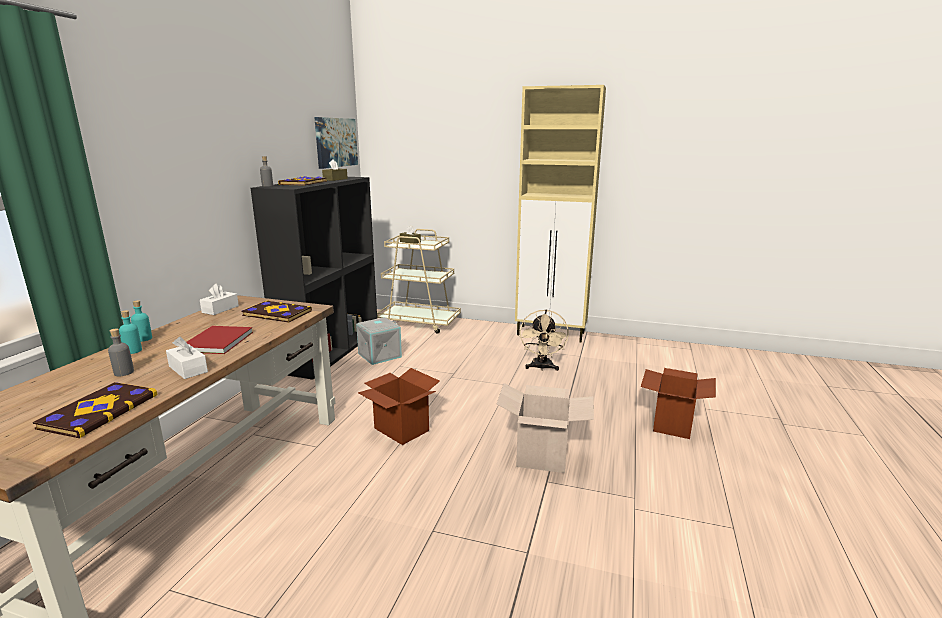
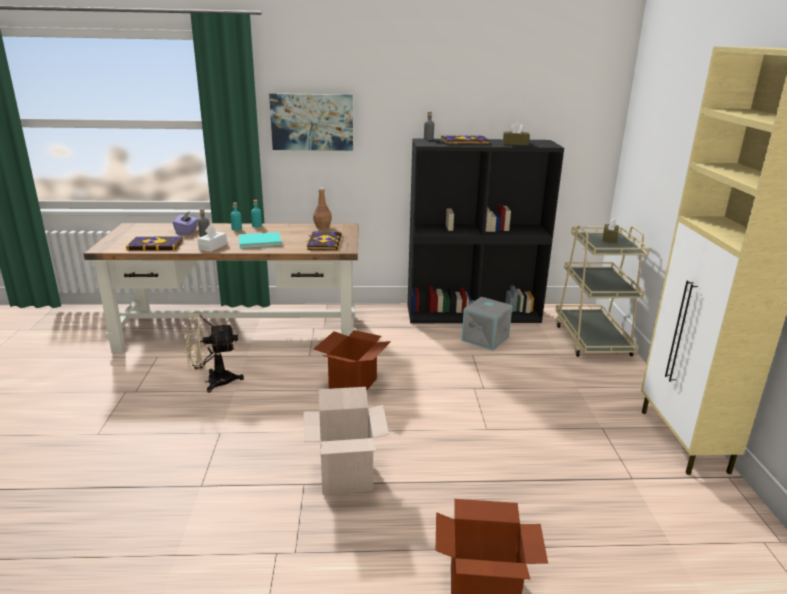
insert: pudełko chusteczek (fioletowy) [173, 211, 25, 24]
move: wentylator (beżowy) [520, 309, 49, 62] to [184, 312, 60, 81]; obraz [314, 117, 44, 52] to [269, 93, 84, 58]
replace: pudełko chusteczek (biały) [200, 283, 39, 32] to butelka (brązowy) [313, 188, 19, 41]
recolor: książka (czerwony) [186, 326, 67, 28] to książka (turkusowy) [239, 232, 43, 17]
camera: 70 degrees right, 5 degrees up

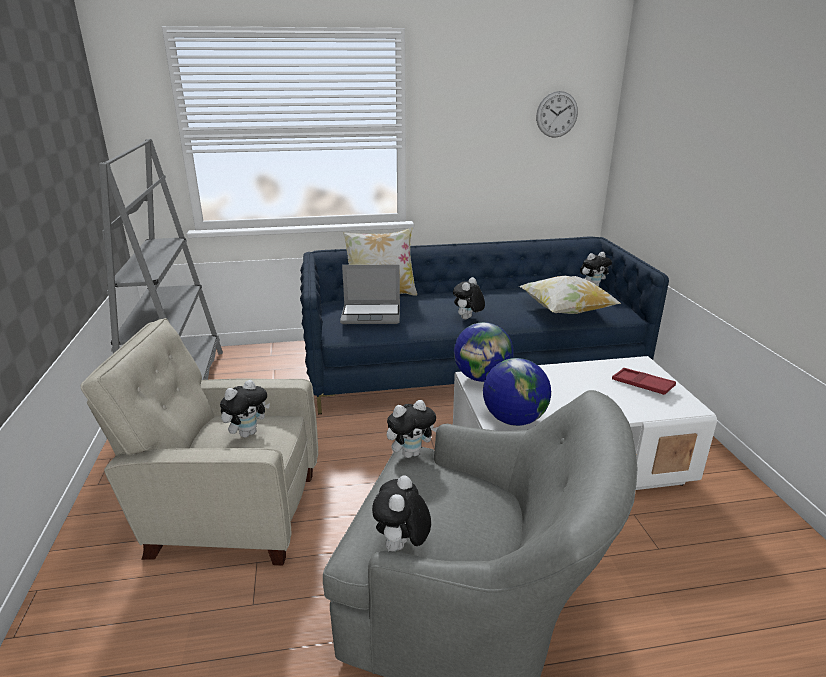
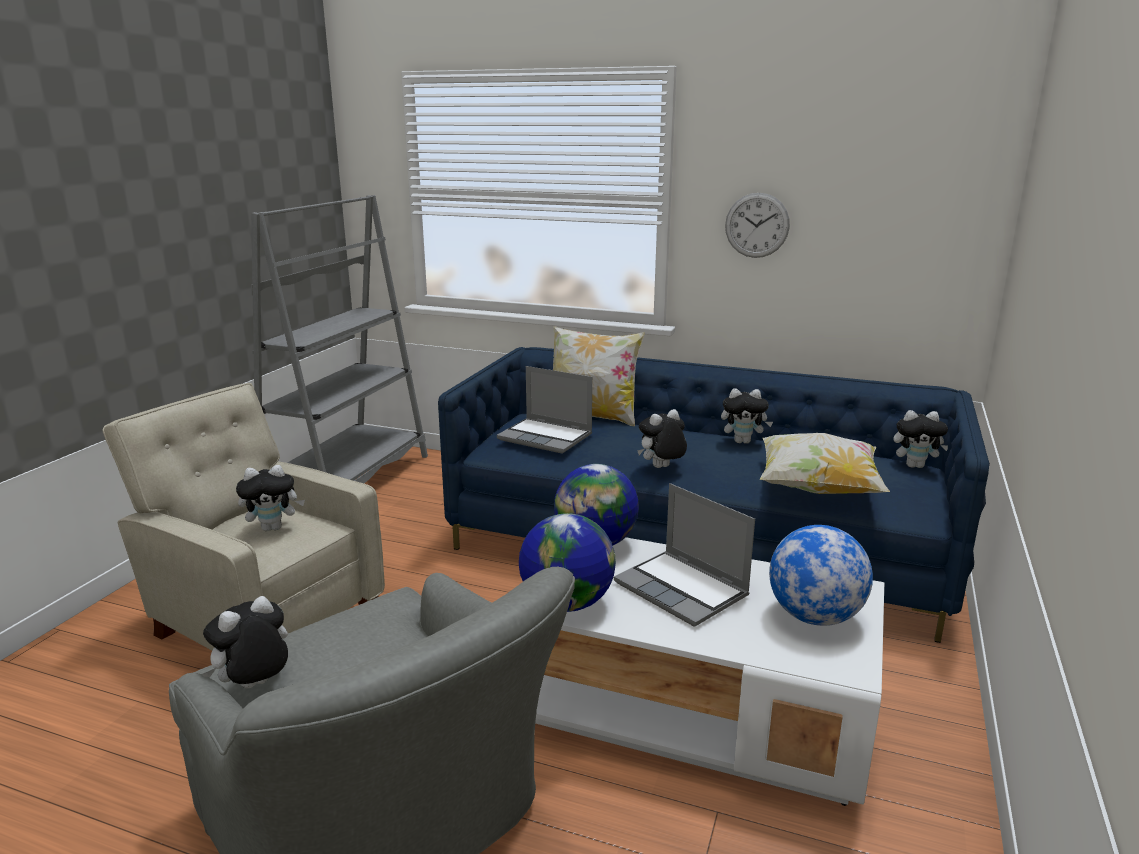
insert: laptop [614, 483, 141, 144]
move: pluszak [387, 400, 51, 58] to [721, 388, 52, 56]; zegar ścienny [536, 91, 42, 47] to [725, 193, 65, 65]
replace: taca (czerwony) [612, 368, 64, 27] to globus [769, 525, 104, 101]
camera: 30 degrees right, 5 degrees down

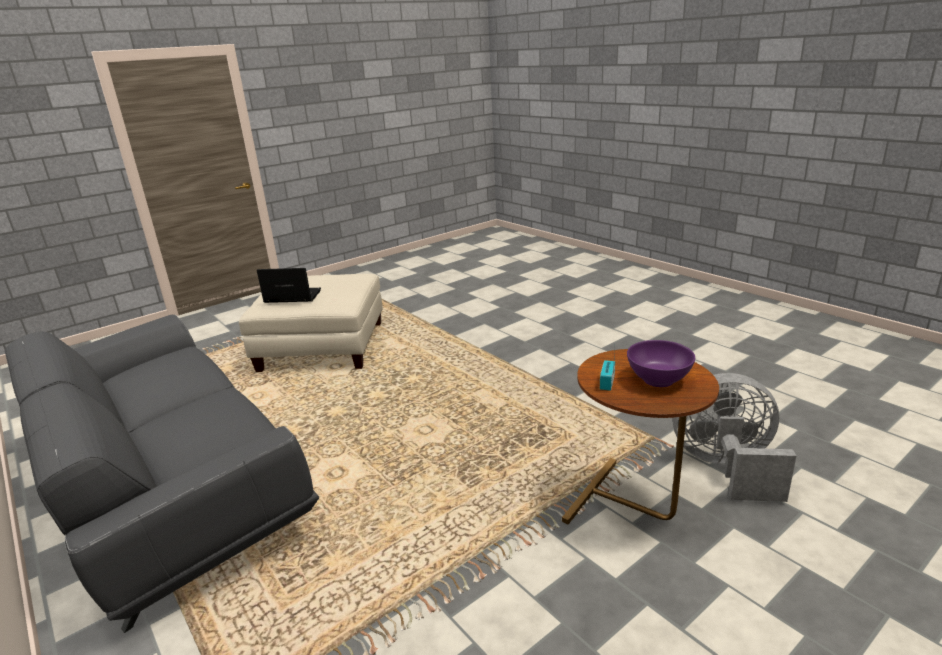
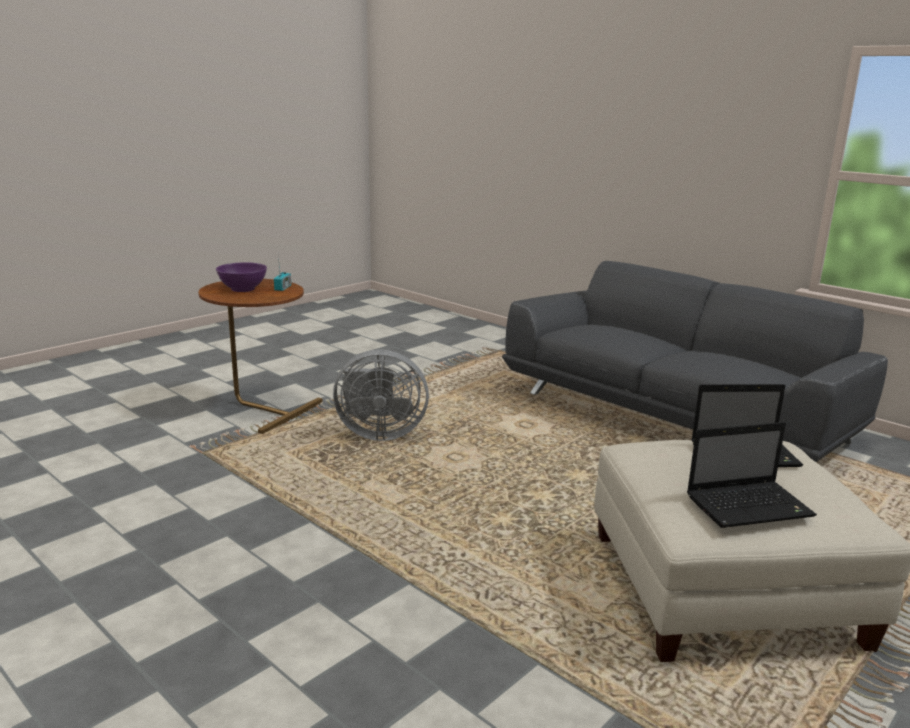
insert: laptop [687, 422, 130, 106]
move: wentylator (szary) [673, 373, 123, 129] to [333, 349, 96, 92]
camera: 170 degrees right, 5 degrees down

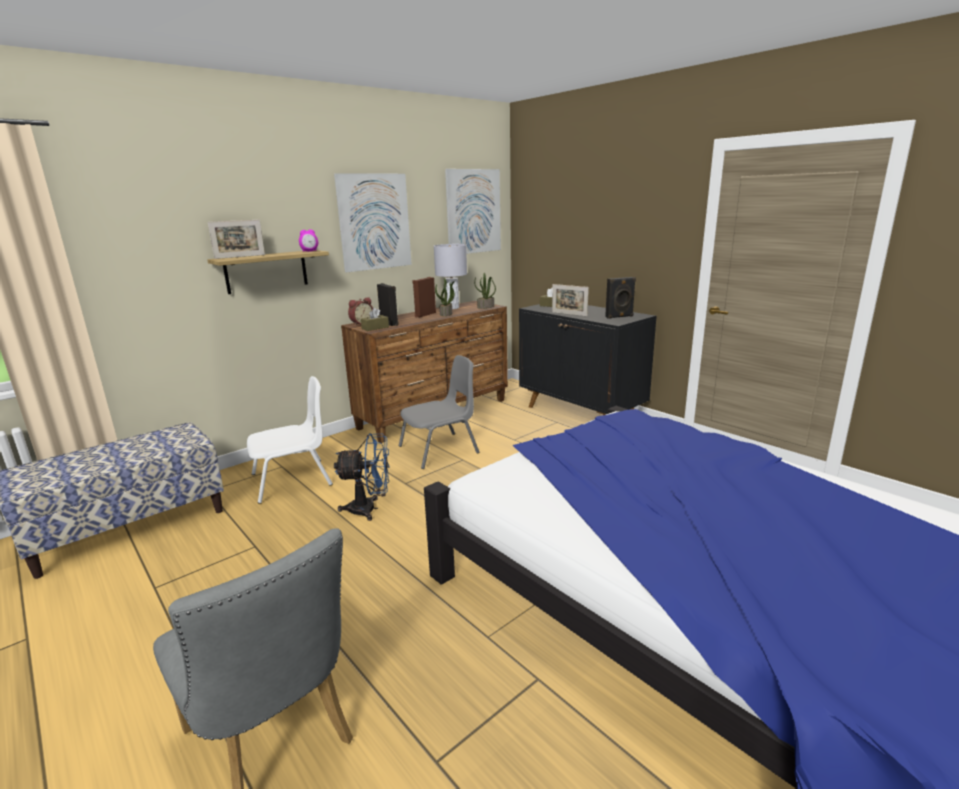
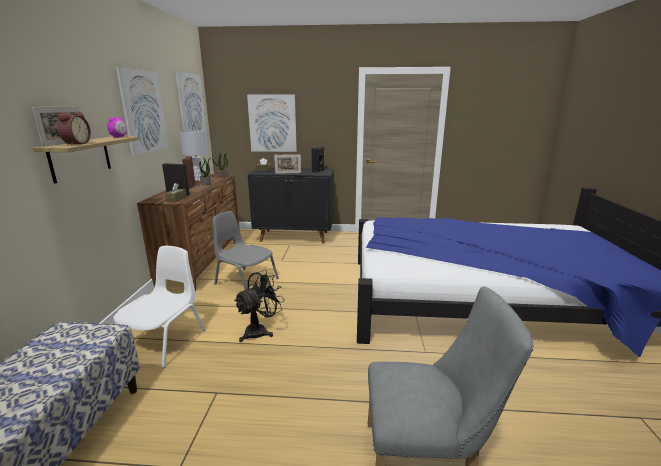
insert: obraz [247, 95, 50, 57]
move: budzik [348, 297, 25, 29] to [57, 112, 34, 33]
recolor: wentylator (niebieski) [334, 433, 56, 88] to wentylator (czarny) [234, 270, 51, 72]
rotate: krzesło (szary) [399, 355, 80, 114] = [212, 211, 67, 79] 75 degrees counterclockwise
camera: 45 degrees left, 0 degrees up

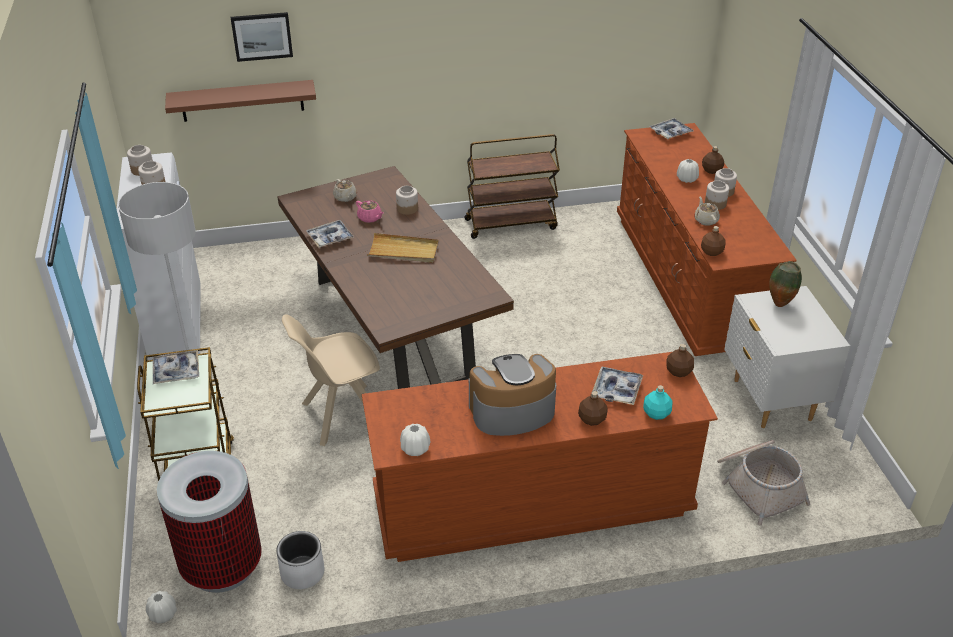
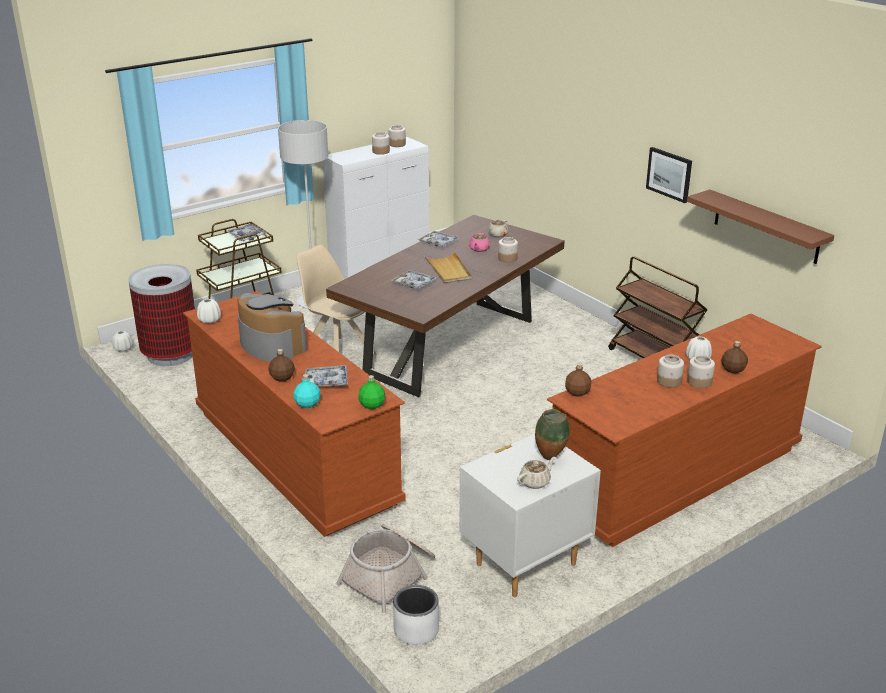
move: taca [649, 118, 44, 21] to [391, 270, 46, 19]; donica (biały) [276, 531, 48, 58] to [393, 585, 46, 60]; imbryk (beżowy) [694, 197, 26, 29] to [517, 457, 38, 32]; obraz [231, 12, 62, 50] to [646, 147, 46, 56]; półka (brązowy) [165, 80, 151, 42] to [687, 189, 147, 75]
recolor: butelka (brązowy) [666, 344, 28, 33] to butelka (zielony) [358, 375, 27, 34]
camera: 65 degrees right, 10 degrees down

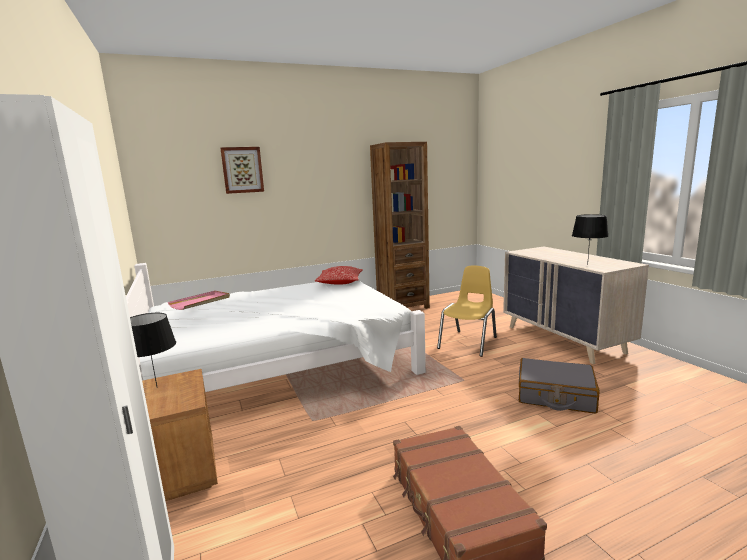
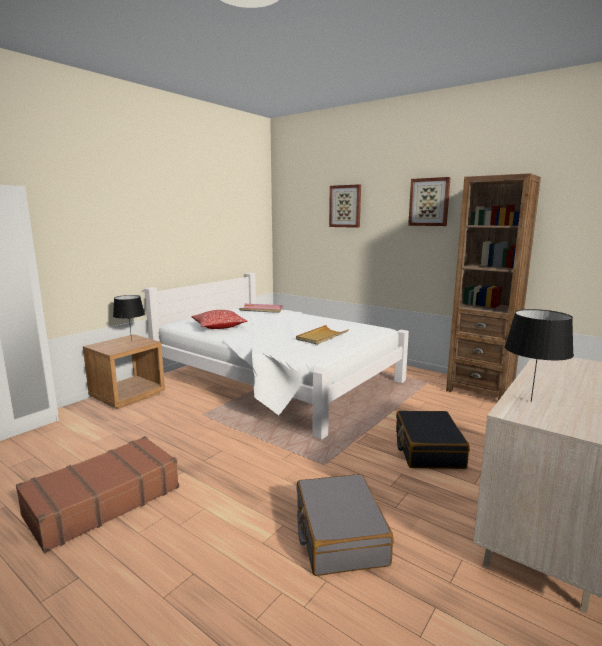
insert: taca (beżowy) [296, 325, 53, 20]; obraz [408, 177, 43, 49]
move: poduszka [315, 266, 47, 18] to [191, 310, 57, 19]
replace: krzesło (żółty) [437, 266, 60, 91] to walizka (czarny) [396, 411, 74, 58]
camera: 60 degrees right, 0 degrees up

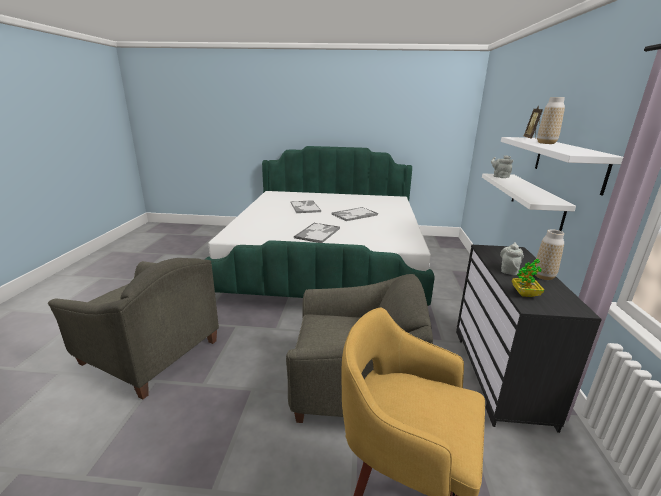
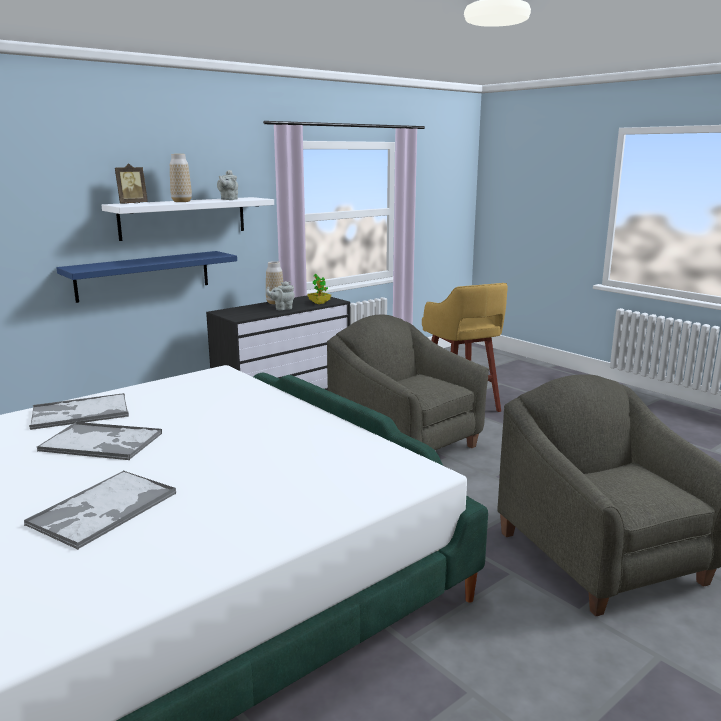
move: taca [294, 223, 46, 20] to [29, 393, 100, 37]; imbryk (szary) [491, 155, 22, 23] to [217, 170, 21, 30]
recolor: półka (biały) [482, 173, 94, 58] to półka (niebieski) [56, 251, 181, 52]
camera: 135 degrees left, 5 degrees down

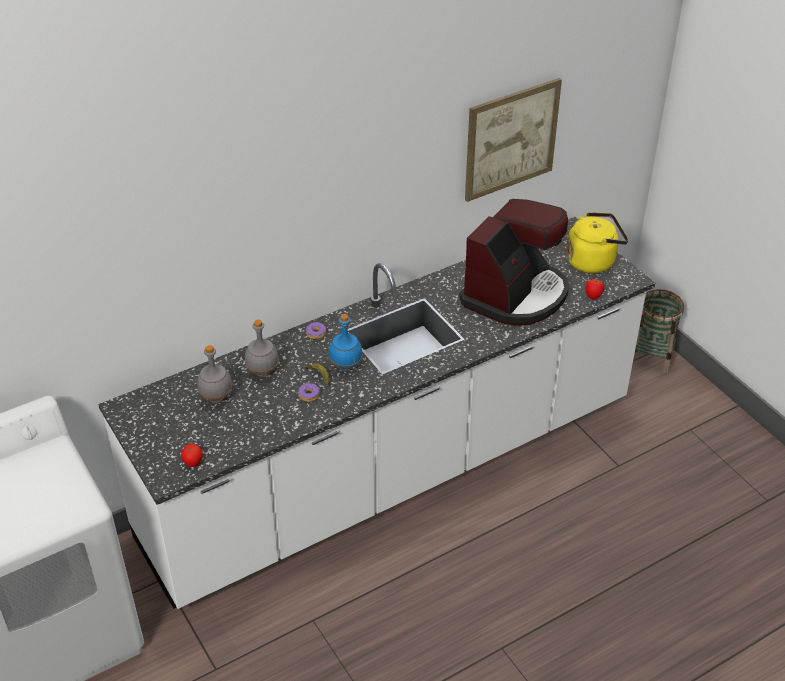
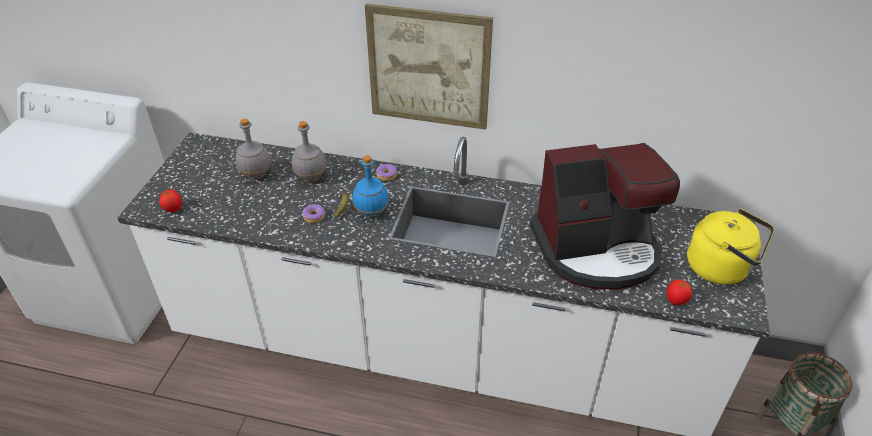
move: obraz [465, 78, 97, 124] to [365, 4, 128, 126]
camera: 45 degrees right, 0 degrees up

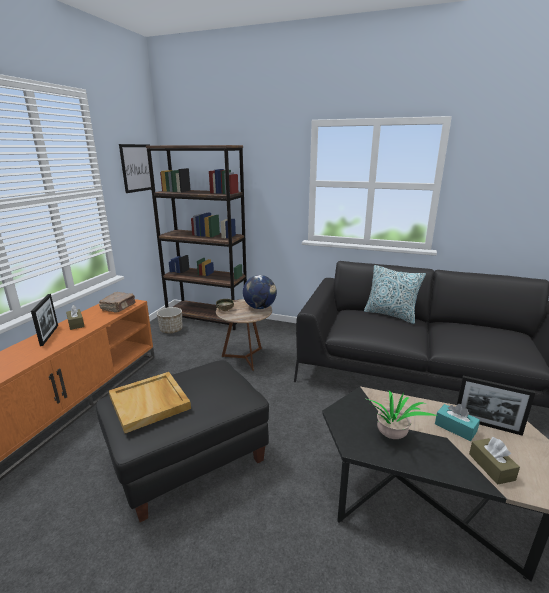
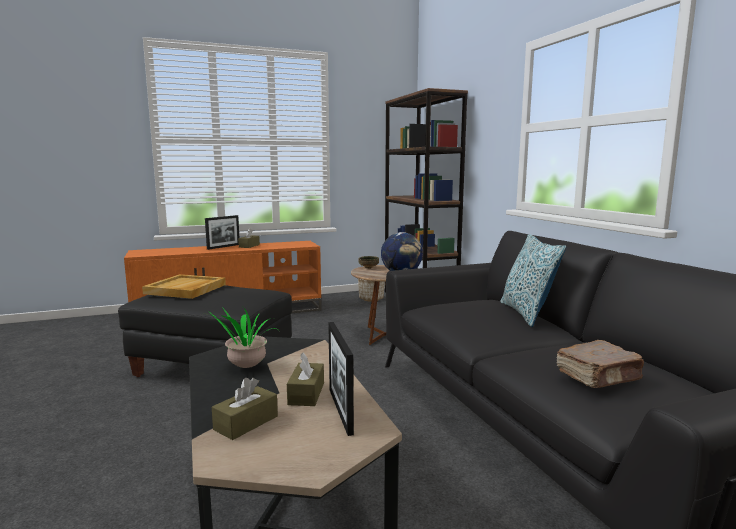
delete: obraz [119, 144, 32, 49]
move: książka (brązowy) [99, 292, 37, 20] to [556, 340, 88, 48]
recolor: pudełko chusteczek (turkusowy) [435, 404, 45, 37] to pudełko chusteczek (brązowy) [287, 352, 37, 54]
camera: 50 degrees right, 10 degrees down

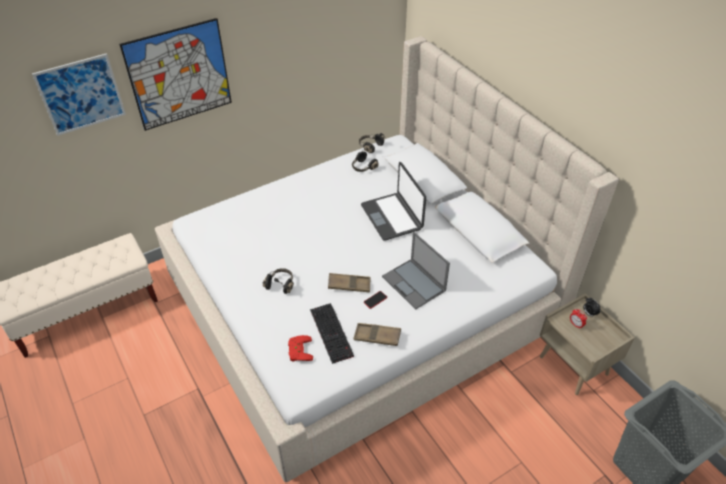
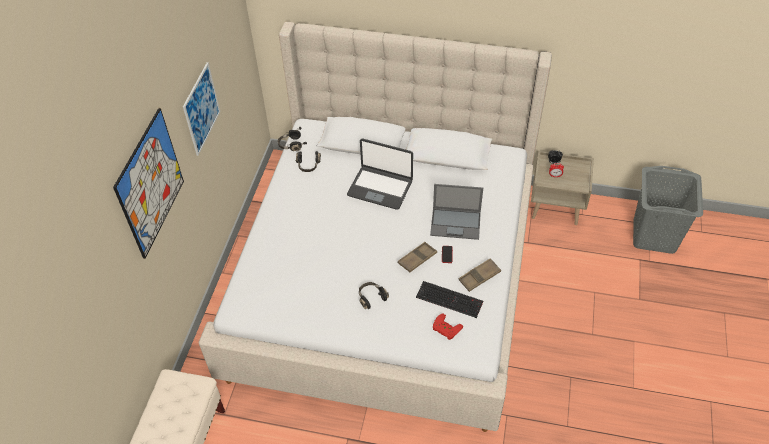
move: obraz [32, 53, 94, 83] to [183, 62, 37, 94]
camera: 45 degrees left, 5 degrees up

